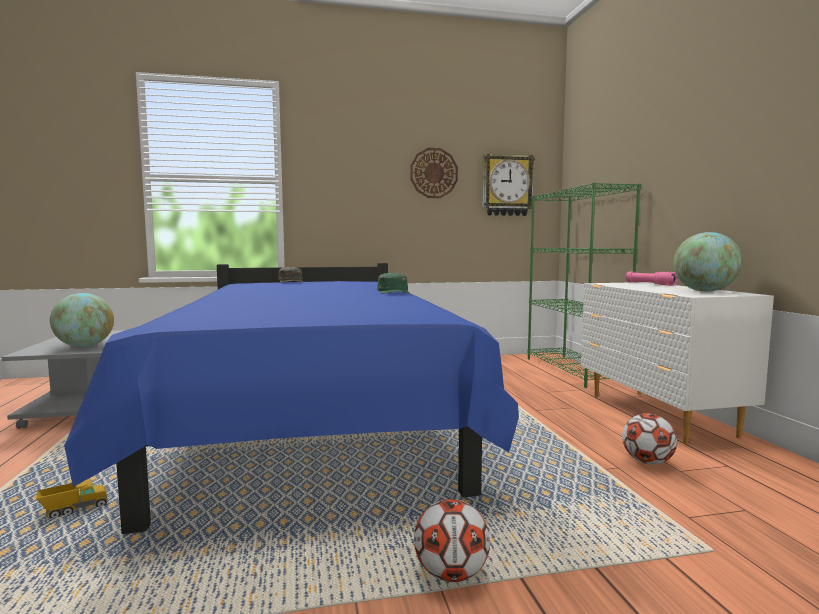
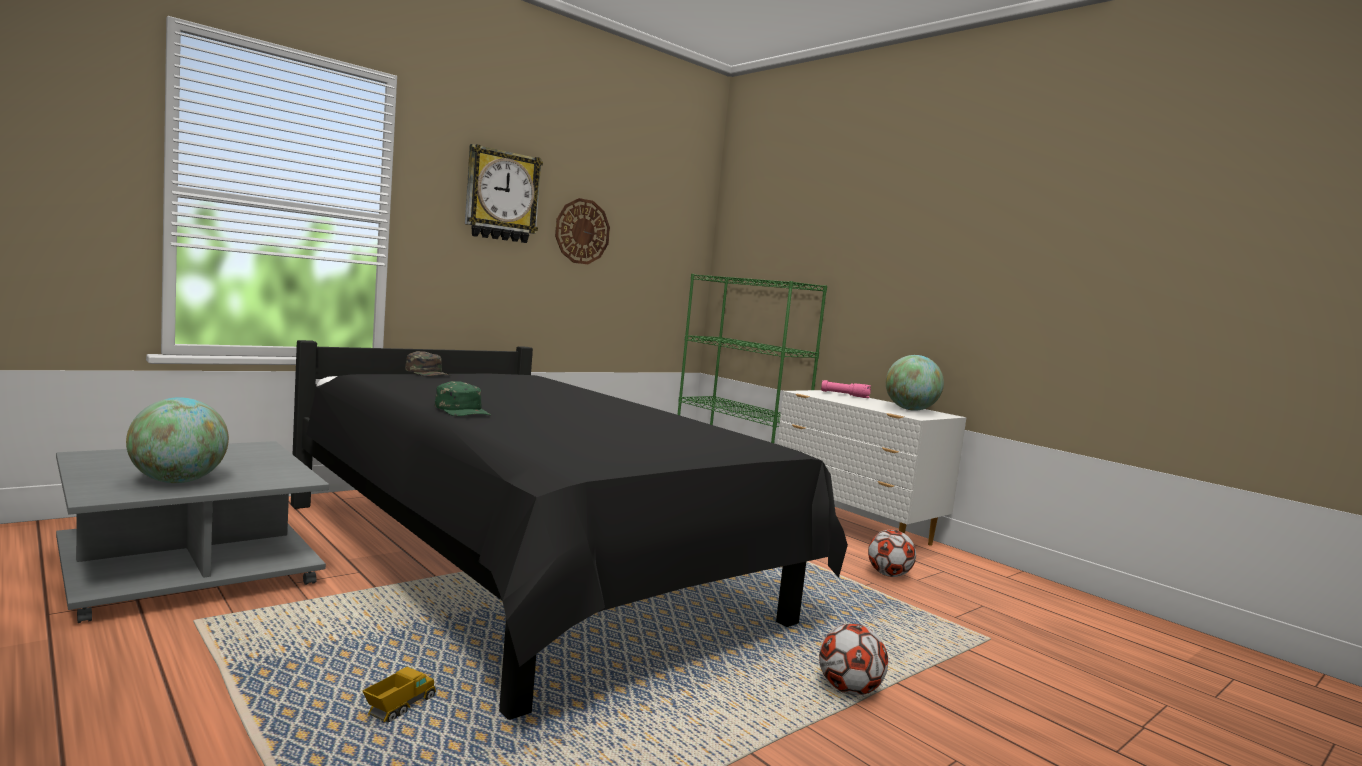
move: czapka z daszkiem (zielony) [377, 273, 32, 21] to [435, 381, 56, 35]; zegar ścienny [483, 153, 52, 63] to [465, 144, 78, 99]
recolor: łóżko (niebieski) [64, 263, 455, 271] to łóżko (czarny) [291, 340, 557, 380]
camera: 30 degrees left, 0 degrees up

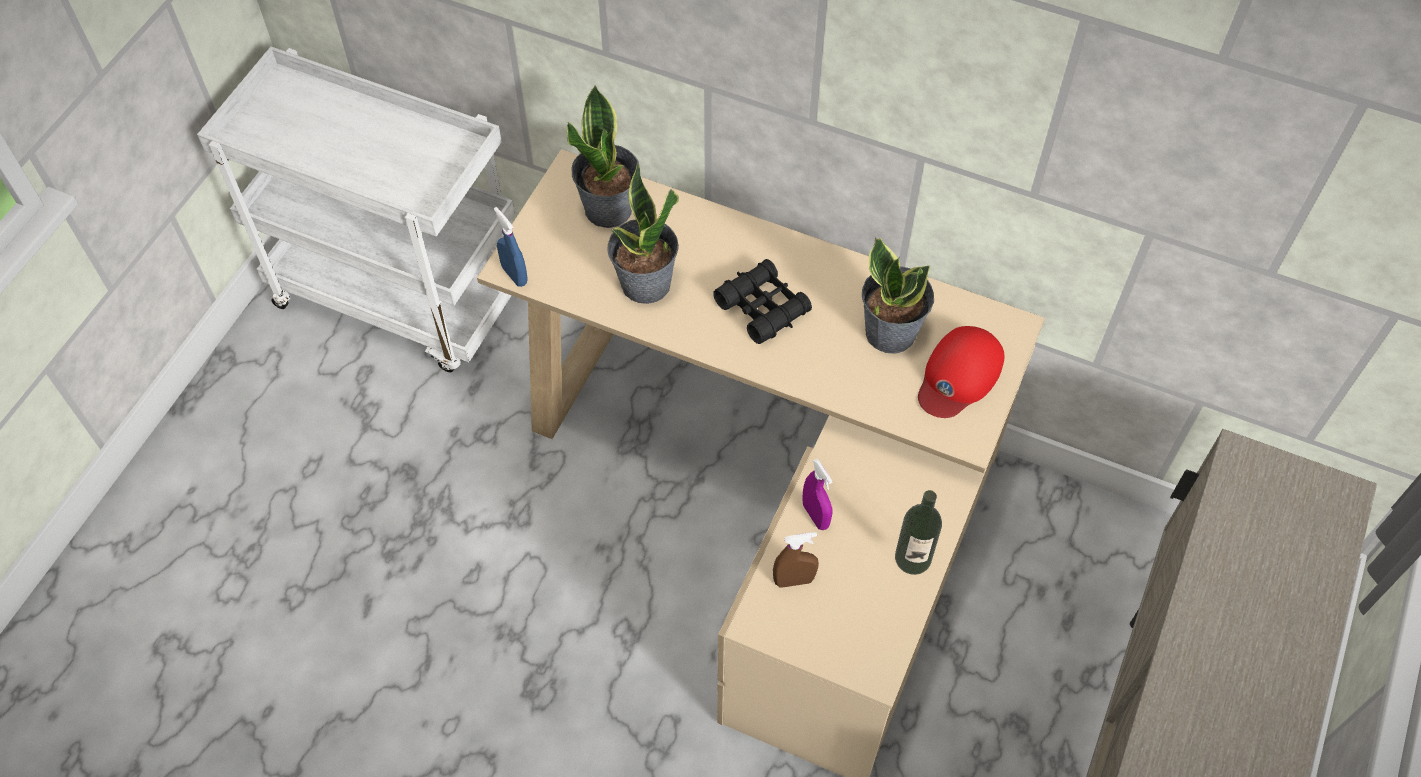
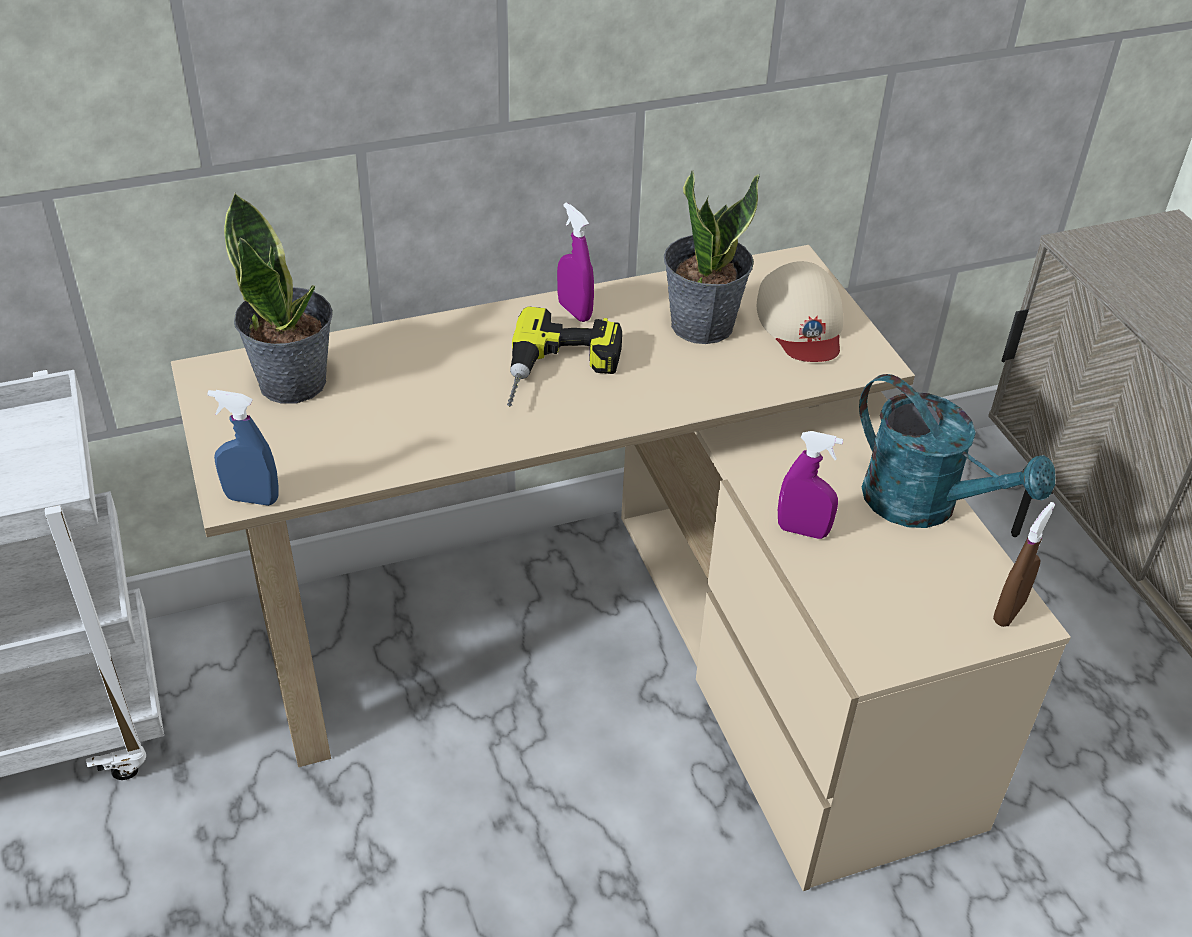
delete: roślina doniczkowa [607, 162, 72, 142]
insert: spryskiwacz (fioletowy) [557, 202, 37, 120]
move: spryskiwacz (brązowy) [773, 532, 46, 56] to [993, 502, 62, 125]
replace: lornetka (czarny) [713, 259, 99, 85] to wiertarka [507, 306, 115, 101]; butelka [895, 490, 47, 85] to konewka (turkusowy) [859, 374, 196, 154]
recolor: czapka z daszkiem (czerwony) [918, 326, 86, 92] to czapka z daszkiem (beżowy) [757, 261, 86, 101]
camera: 45 degrees left, 15 degrees down

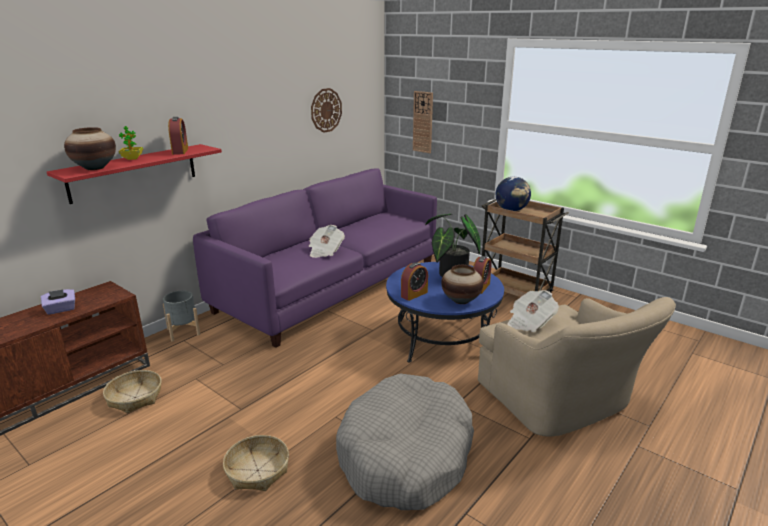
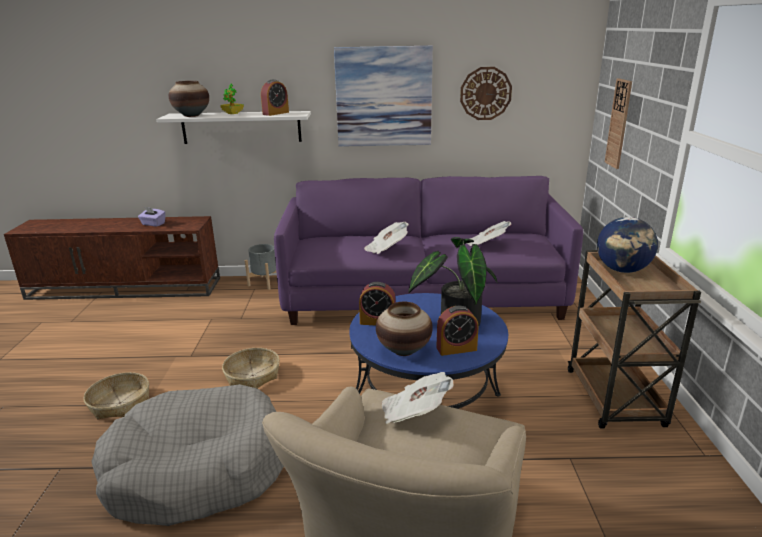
insert: obraz [334, 45, 99, 102]; gazeta [467, 221, 44, 26]
move: koszyk [103, 370, 59, 43] to [222, 348, 58, 41]
recolor: półka (czerwony) [47, 144, 175, 60] to półka (biały) [157, 111, 154, 33]
camera: 50 degrees right, 0 degrees up

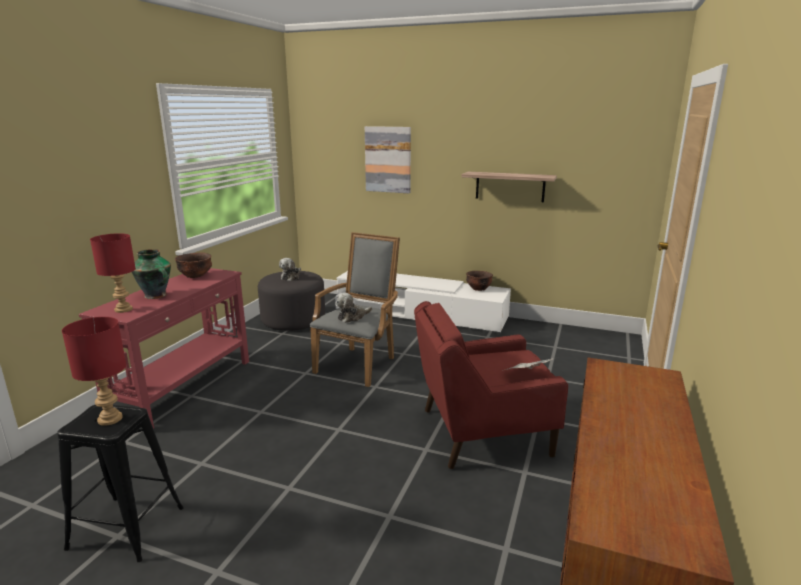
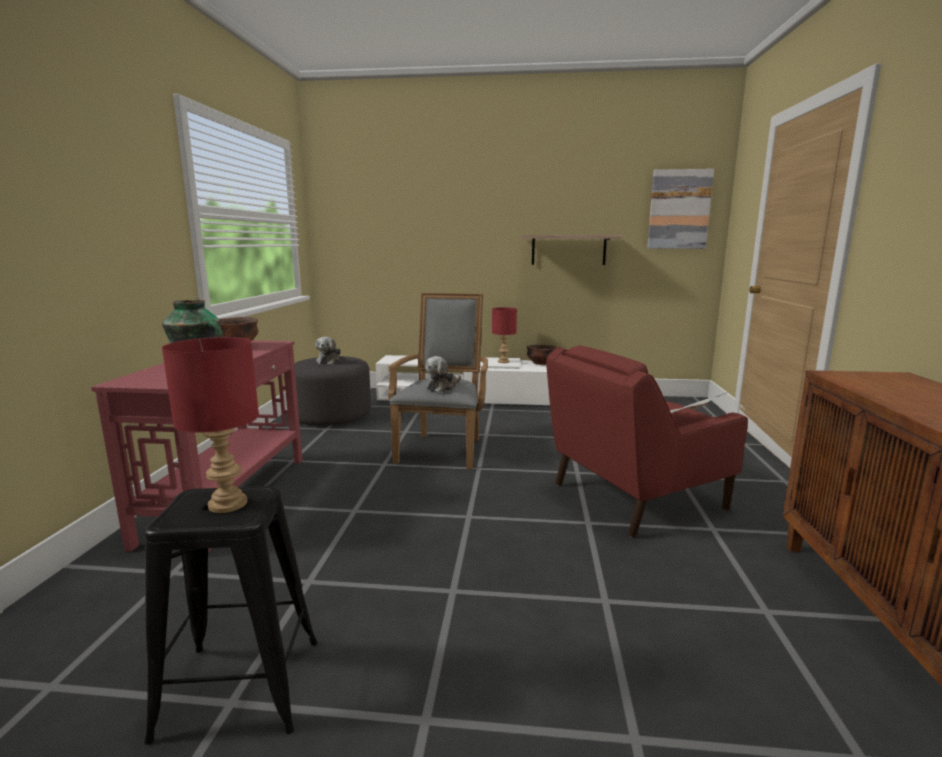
move: lampa stołowa (czerwony) [90, 233, 46, 80] to [492, 307, 25, 56]; obraz [365, 126, 46, 67] to [647, 169, 67, 80]
camera: 15 degrees left, 5 degrees down

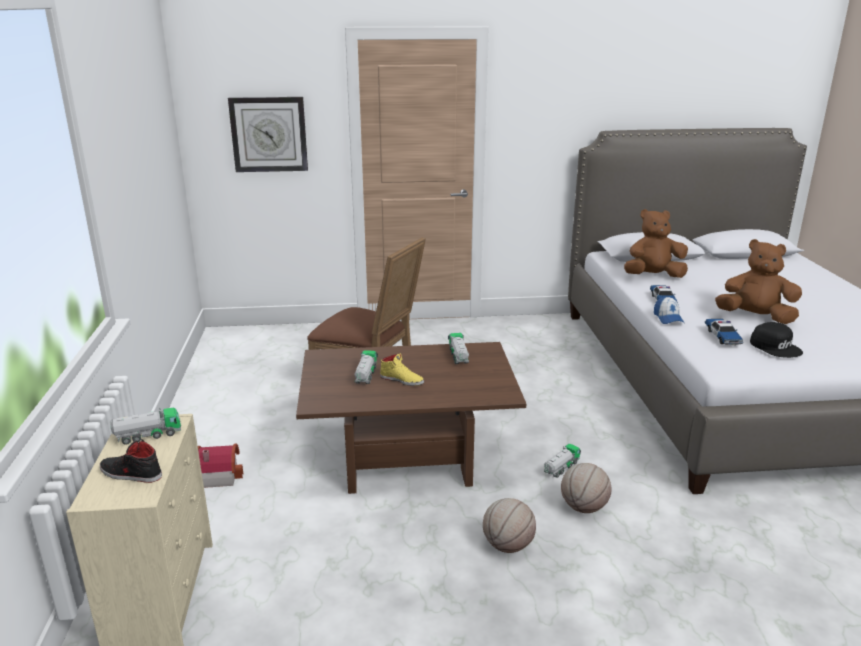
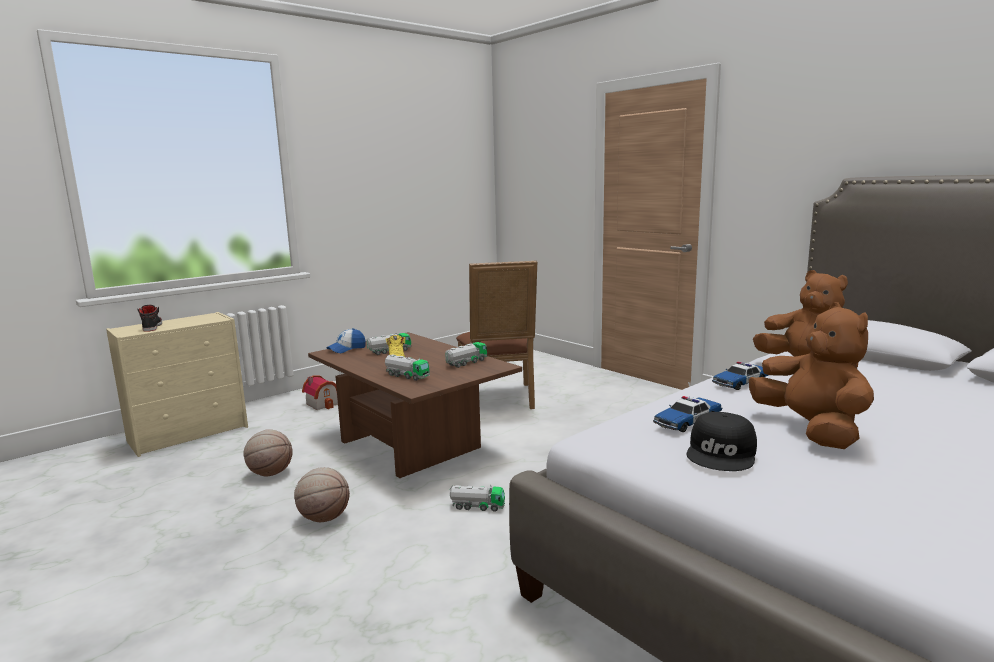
delete: zegar ścienny [228, 97, 80, 75]
move: piłka do koszykówki [561, 463, 51, 50] to [244, 429, 49, 48]; czapka z daszkiem [654, 296, 30, 28] to [326, 328, 40, 25]; ciężarówka zabawkowa [110, 408, 71, 37] to [385, 354, 45, 27]
camera: 55 degrees right, 10 degrees down

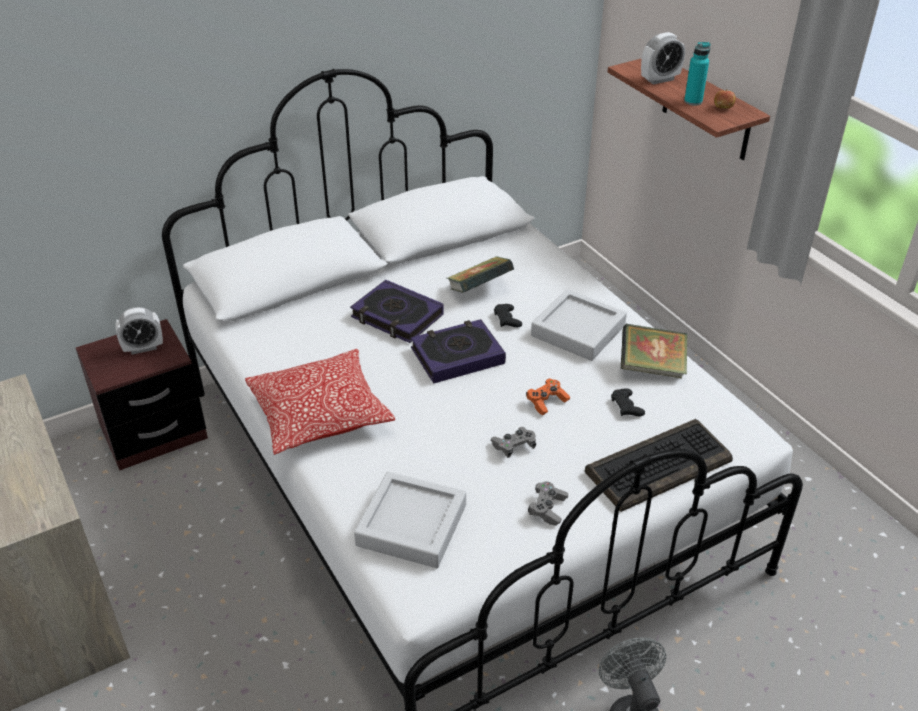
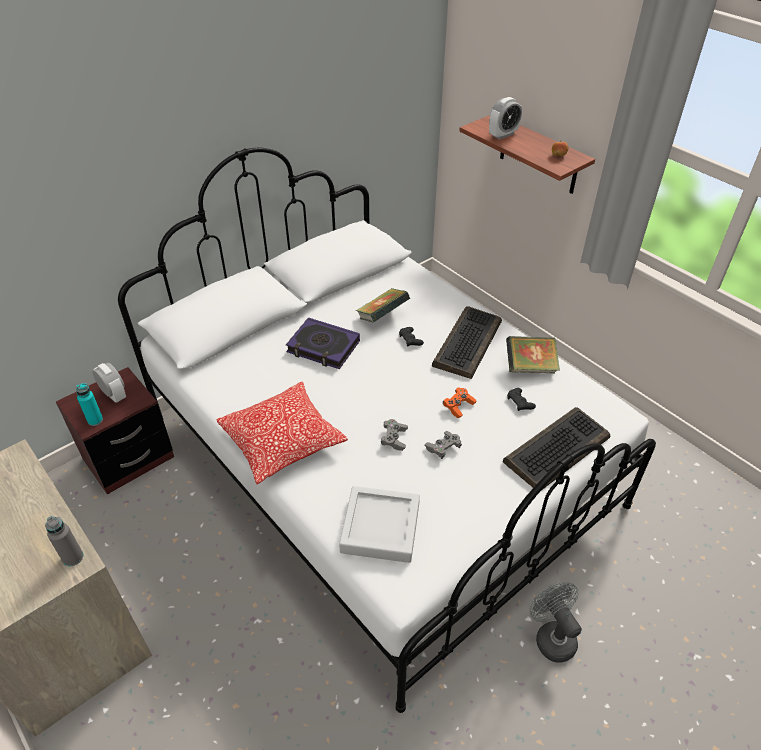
delete: książka [411, 319, 95, 65]
insert: butelka (szary) [45, 516, 39, 50]
move: butelka (turkusowy) [684, 42, 26, 63] to [76, 383, 27, 43]; pad do gier (szary) [528, 482, 40, 44] to [381, 419, 27, 32]
replace: taca (szary) [531, 289, 96, 72] to klawiatura [432, 306, 70, 73]
rotate: budzik [115, 307, 48, 48] = [92, 363, 34, 40] 105 degrees counterclockwise
camera: 10 degrees left, 5 degrees up

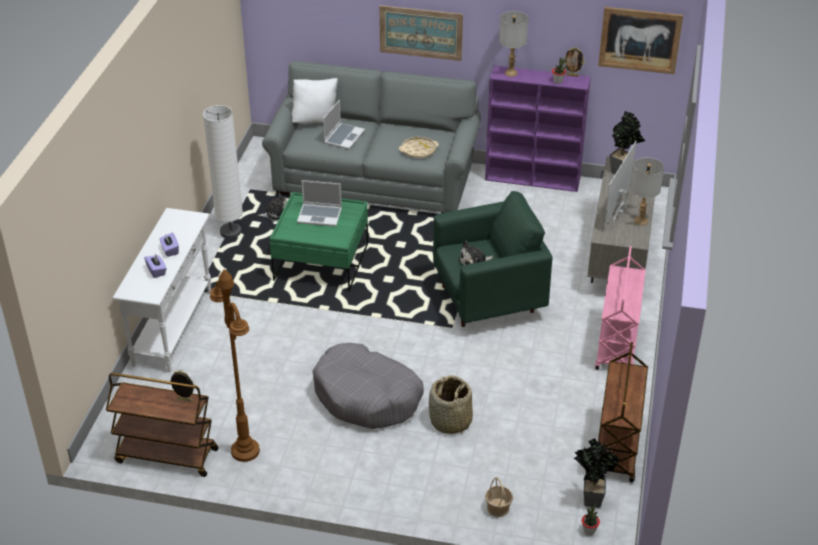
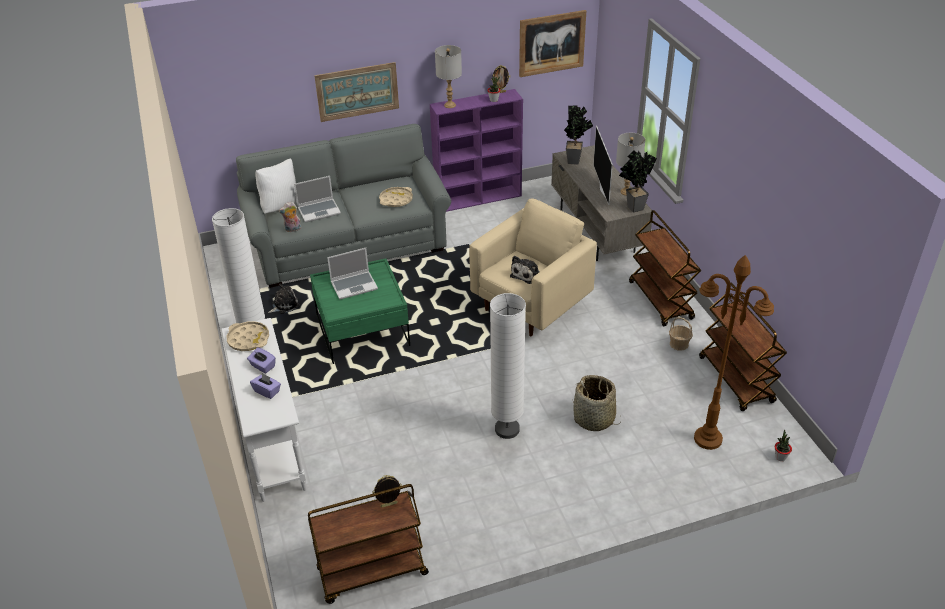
insert: taca (beżowy) [227, 321, 42, 30]; pluszak [279, 201, 22, 31]
move: roślina doniczkowa [574, 438, 46, 70] to [619, 150, 38, 62]; koszyk [485, 477, 28, 40] to [669, 317, 24, 34]; lampa stojąca (brązowy) [210, 269, 50, 193] to [694, 255, 80, 195]
replace: legowisko (szary) [313, 343, 111, 86] to lampa stojąca (biały) [490, 293, 36, 146]
recolor: fotel (zielony) [433, 191, 119, 136] to fotel (beżowy) [469, 198, 128, 138]; wózek (różowy) [595, 246, 51, 124] to wózek (brązowy) [629, 210, 72, 116]
rotate: laptop [323, 100, 42, 49] = [294, 176, 47, 46] 75 degrees clockwise
camera: 30 degrees left, 0 degrees up

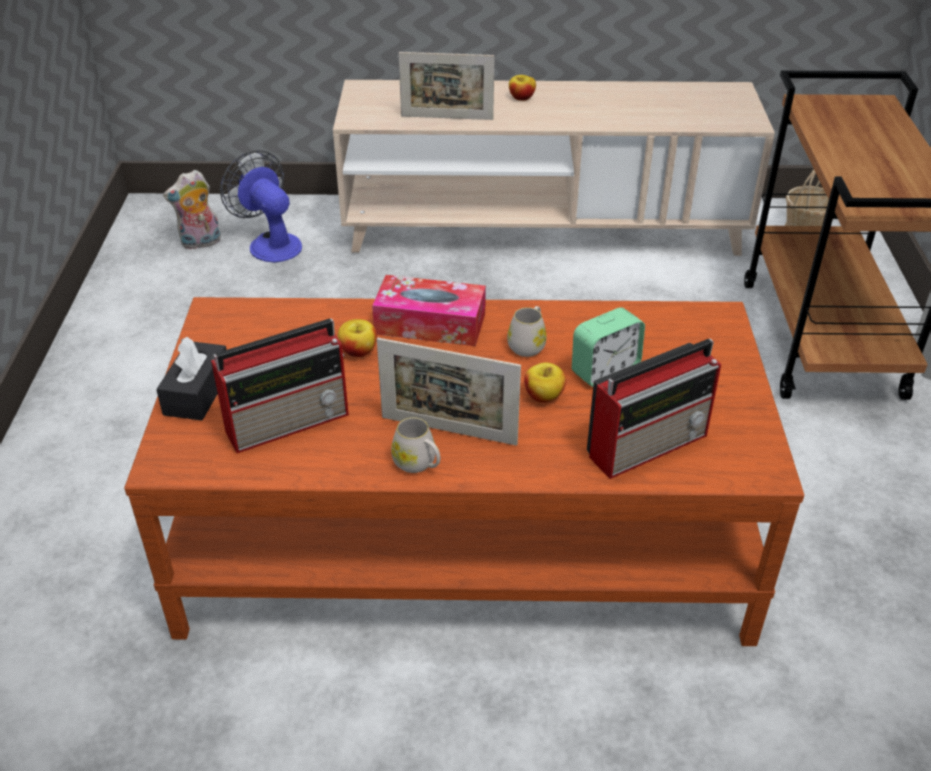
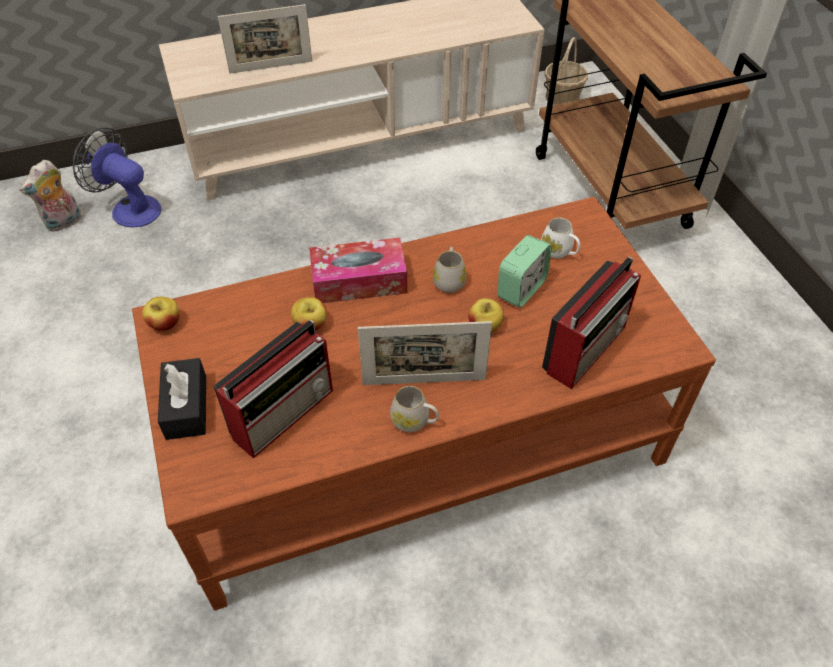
insert: kubek (biały) [541, 217, 39, 41]
move: jabłko [509, 75, 27, 26] to [142, 297, 38, 34]
camera: 20 degrees left, 10 degrees up

